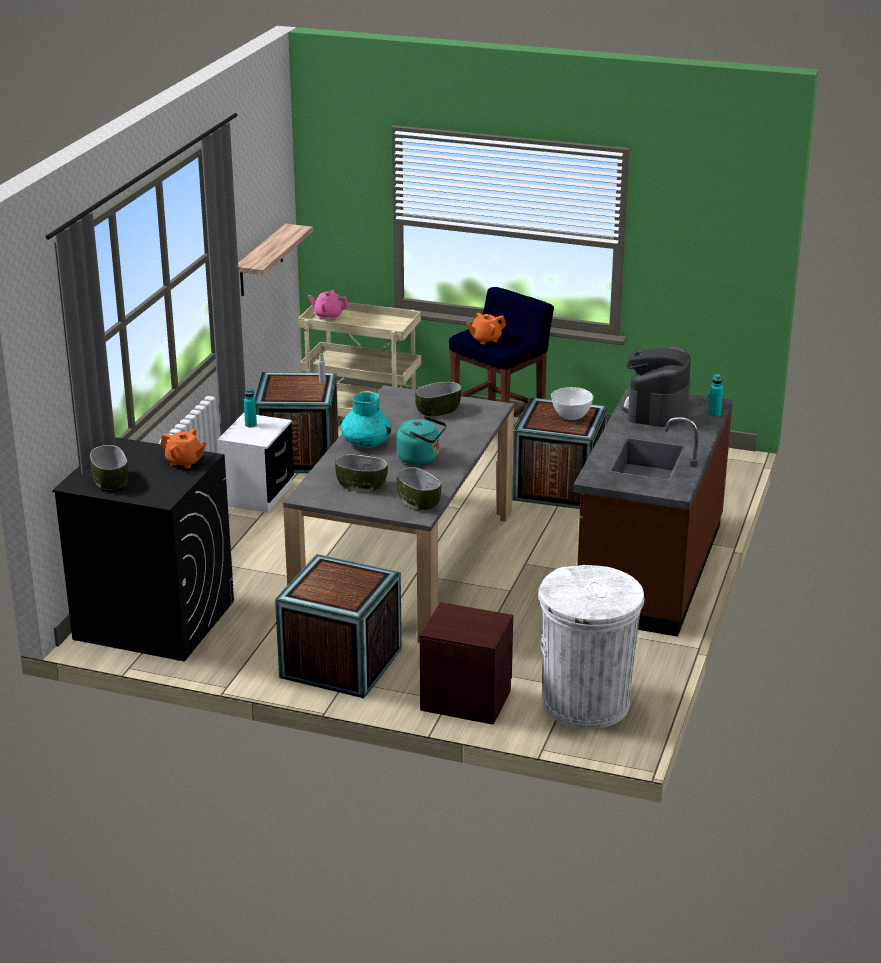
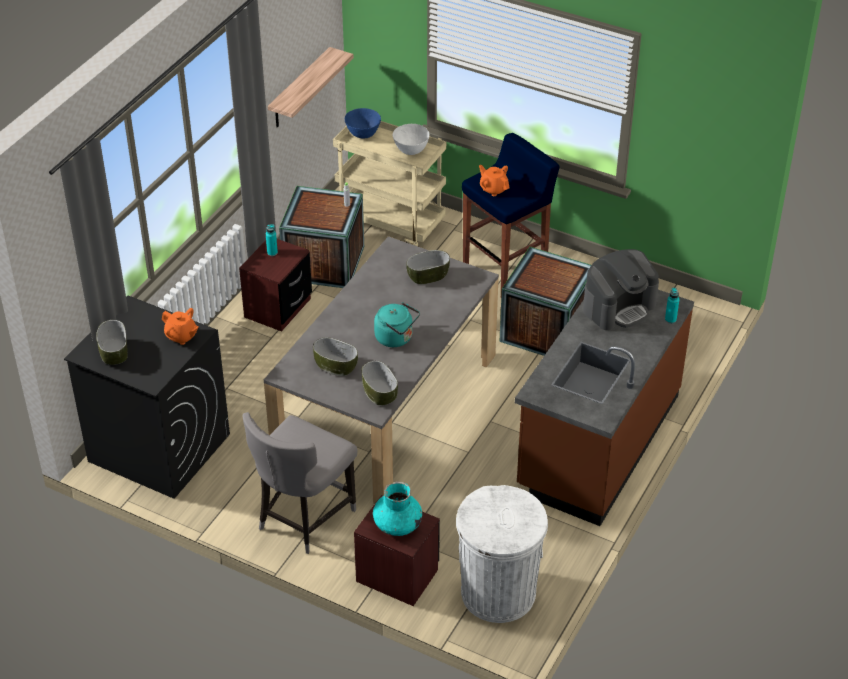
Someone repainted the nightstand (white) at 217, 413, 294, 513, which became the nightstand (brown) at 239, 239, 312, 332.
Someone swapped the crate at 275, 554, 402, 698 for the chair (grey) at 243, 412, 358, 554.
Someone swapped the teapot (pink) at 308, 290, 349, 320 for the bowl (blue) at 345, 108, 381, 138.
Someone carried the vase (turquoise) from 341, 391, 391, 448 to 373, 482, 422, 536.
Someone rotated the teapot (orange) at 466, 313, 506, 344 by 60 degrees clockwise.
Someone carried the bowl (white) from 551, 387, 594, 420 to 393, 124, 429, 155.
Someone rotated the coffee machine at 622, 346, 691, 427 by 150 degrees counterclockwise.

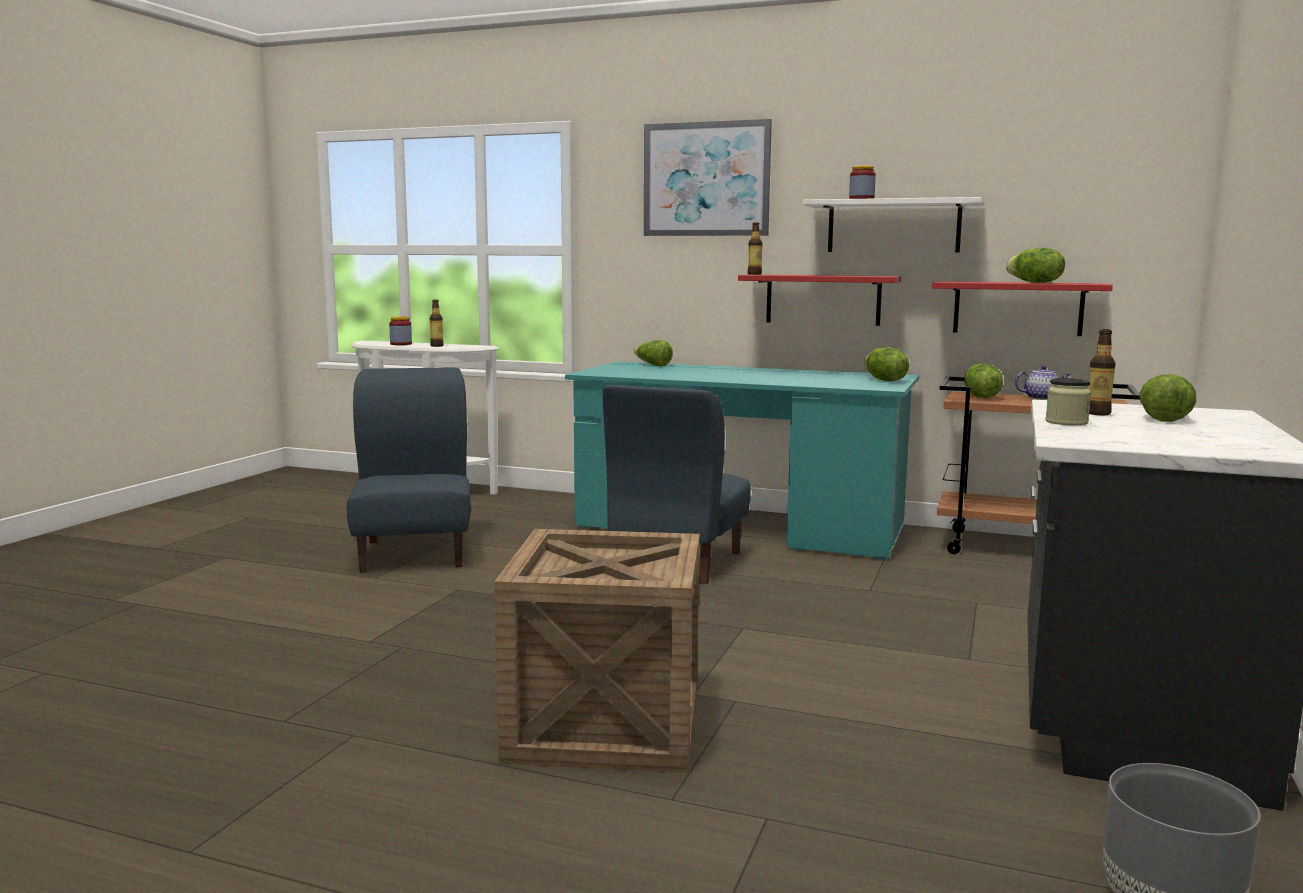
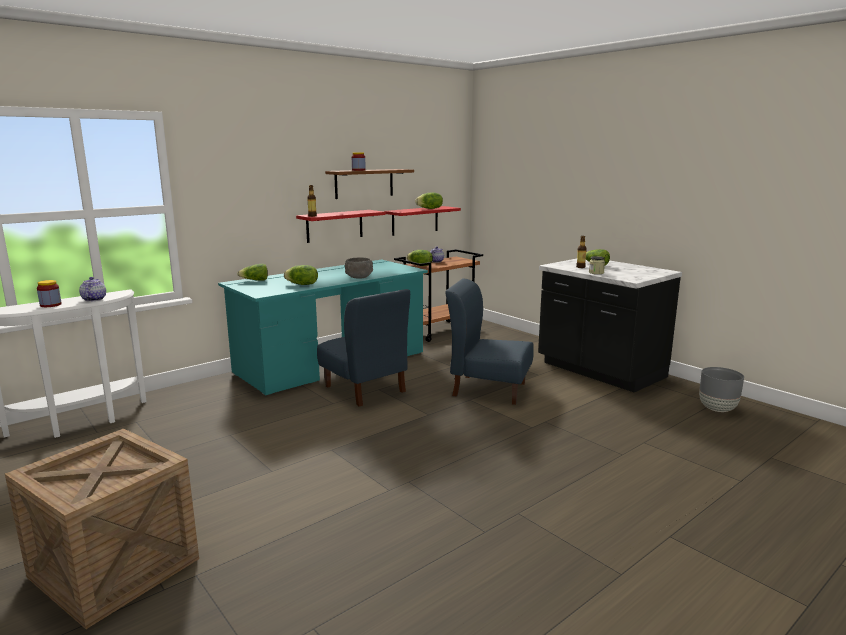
Someone carried the chair (blue) from 347, 367, 471, 573 to 445, 278, 533, 405.
Someone swapped the bottle at 430, 299, 444, 347 for the teapot at 79, 277, 106, 301.
Someone carried the crate from 494, 529, 700, 773 to 5, 428, 199, 629.
Someone took away the picture at 644, 119, 772, 236.
Someone repainted the shelf (white) at 803, 197, 983, 252, which became the shelf (brown) at 325, 169, 414, 199.
Someone carried the lettuce from 865, 347, 909, 381 to 284, 265, 318, 285.
Someone put down the bowl (grey) at 345, 257, 373, 279.

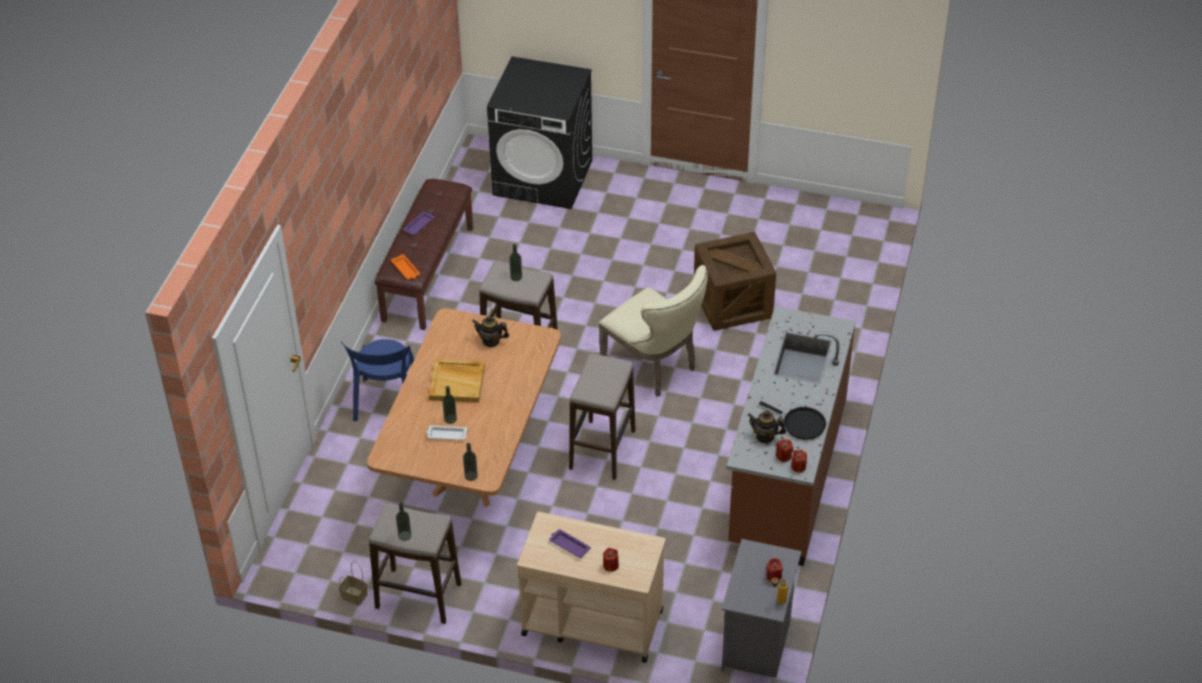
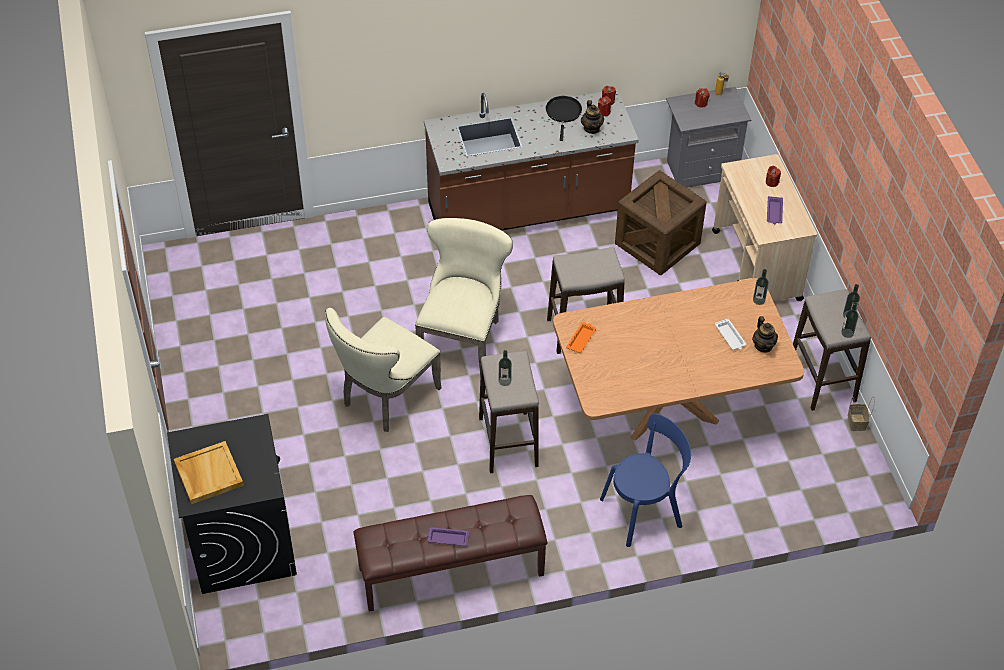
Someone carried the tray (orange) from 391, 254, 420, 280 to 566, 322, 596, 353.
Someone carried the tray (beige) from 429, 359, 485, 403 to 174, 441, 244, 504.
Someone carried the bottle from 442, 386, 457, 424 to 841, 302, 858, 338.
Someone carried the teapot from 472, 316, 509, 347 to 752, 316, 778, 353.
Someone carried the crate from 694, 232, 776, 331 to 615, 170, 707, 275.
Someone put down the chair (beige) at 325, 308, 442, 432.

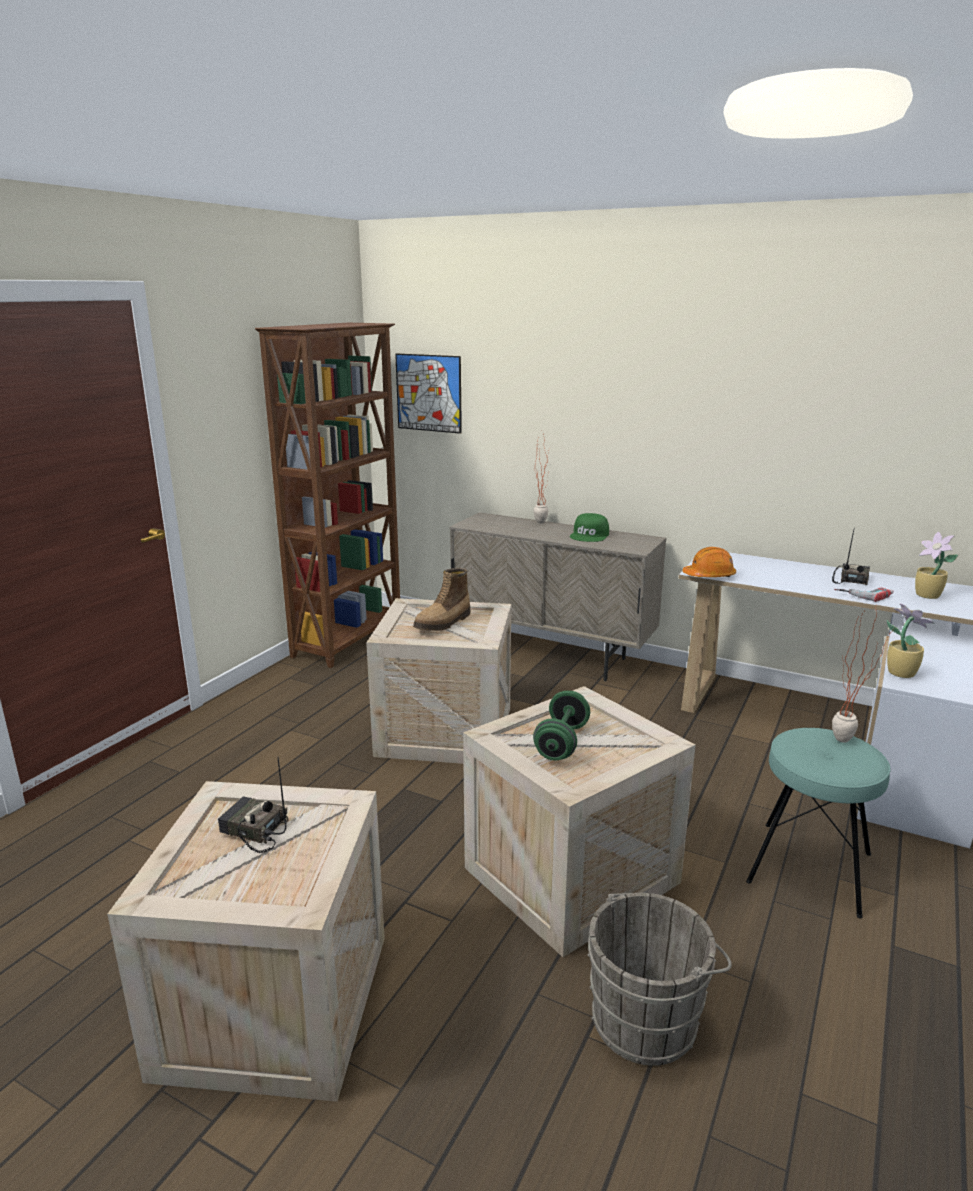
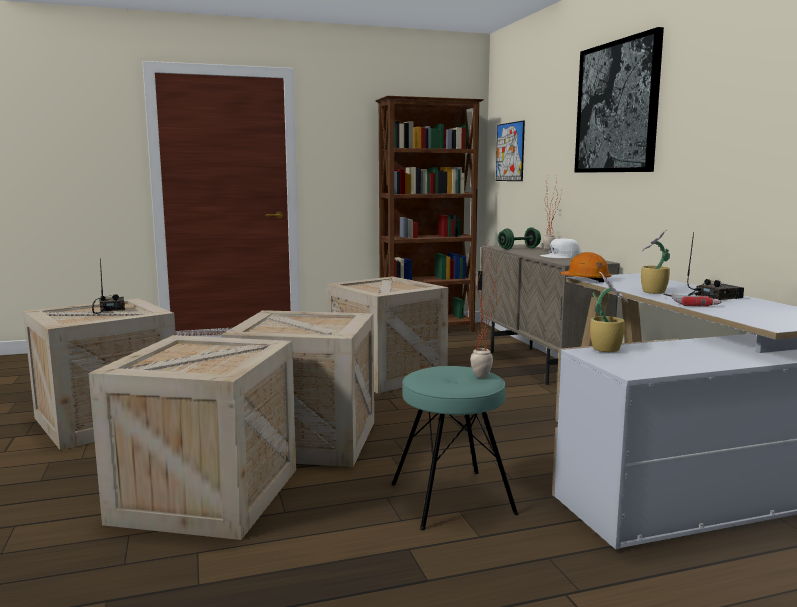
Someone took away the boot at 413, 568, 471, 631.
Someone carried the dumbbell (green) from 533, 691, 590, 760 to 498, 227, 541, 250.
Someone repainted the cap (green) at 570, 513, 609, 542, which became the cap (white) at 540, 238, 581, 259.
Someone swapped the bucket (grey) at 588, 893, 732, 1066 for the crate at 88, 335, 296, 540.
Someone carried the potted plant from 915, 532, 958, 599 to 641, 230, 670, 294.
Someone put up the picture at 574, 27, 664, 173.

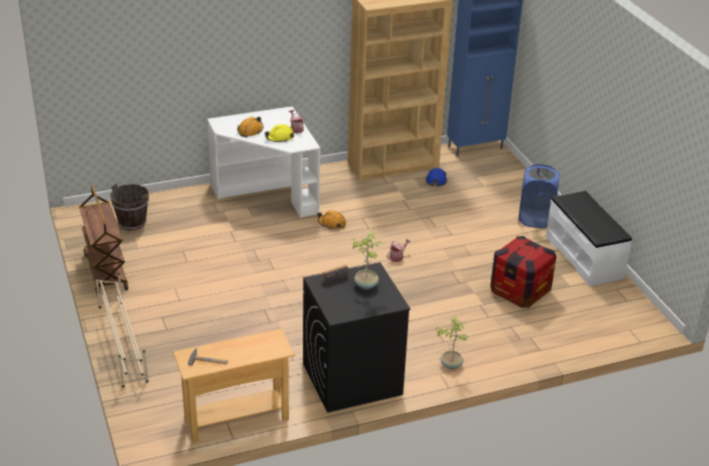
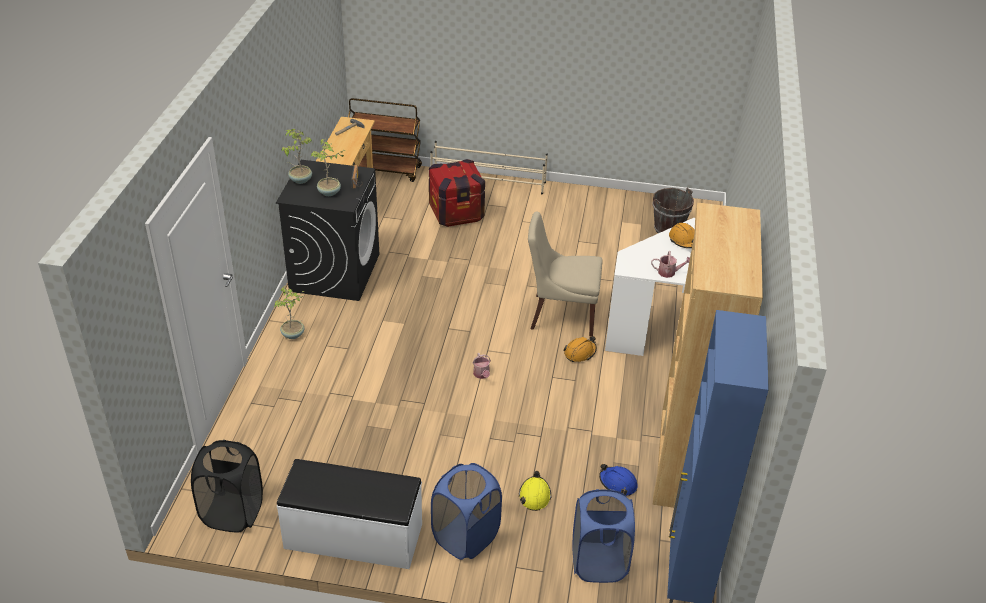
Someone carried the cart (brown) from 79, 185, 128, 294 to 348, 98, 422, 182.
Someone carried the hard hat (yellow) from 265, 124, 294, 142 to 519, 471, 551, 511.
Someone carried the crate from 490, 236, 556, 308 to 429, 159, 485, 227.
Someone put down the laundry basket (black) at 191, 440, 263, 533.
Someone put down the potted plant at 282, 129, 312, 184.
Someone put down the chair (beige) at 528, 212, 603, 337.
Someone put down the laundry basket (blue) at 572, 489, 635, 583.

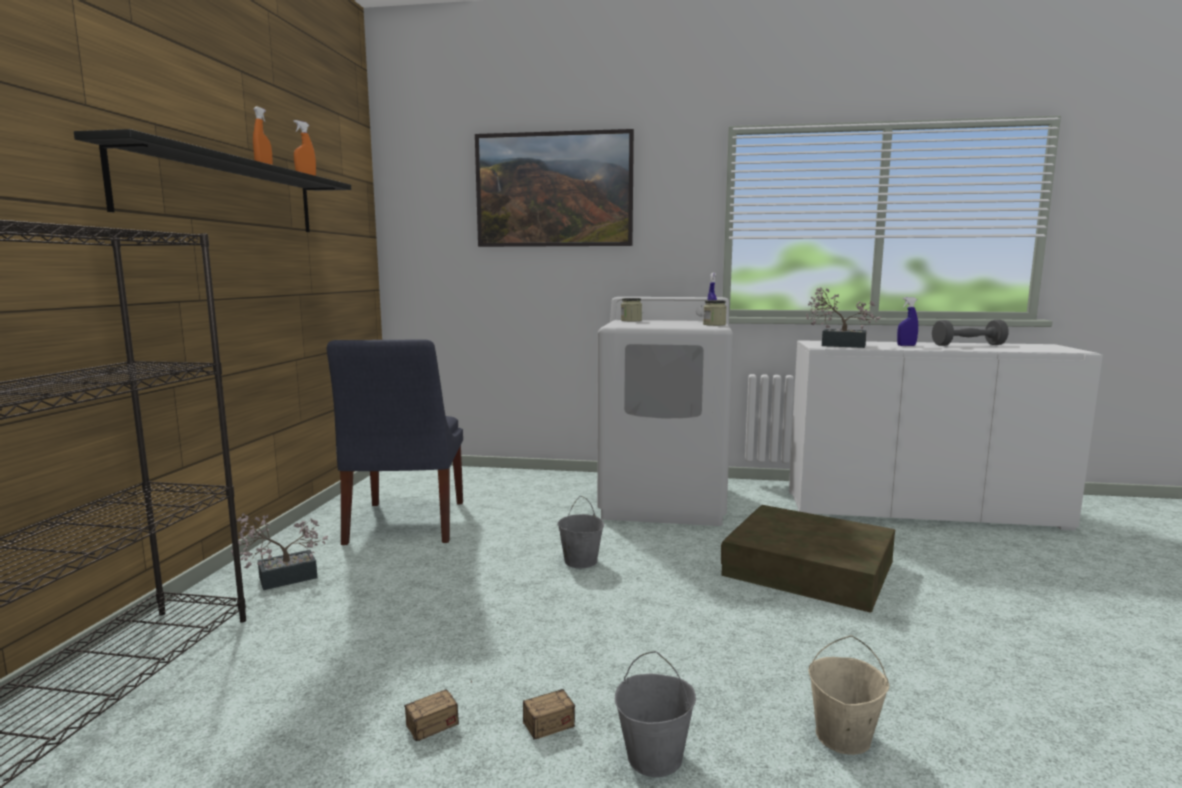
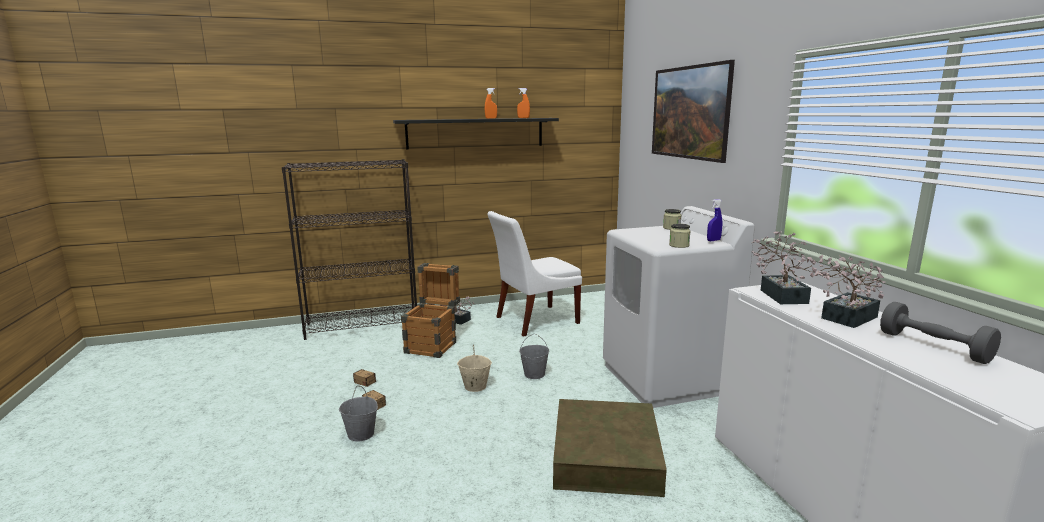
Someone repainted the chair (blue) at 326, 339, 463, 545, which became the chair (white) at 487, 211, 582, 337.
Someone carried the bucket (beige) from 808, 636, 889, 755 to 457, 348, 492, 392.
Someone swapped the spray bottle (blue) at 897, 297, 918, 346 for the potted plant at 814, 255, 886, 328.
Someone put down the crate at 401, 263, 460, 358.

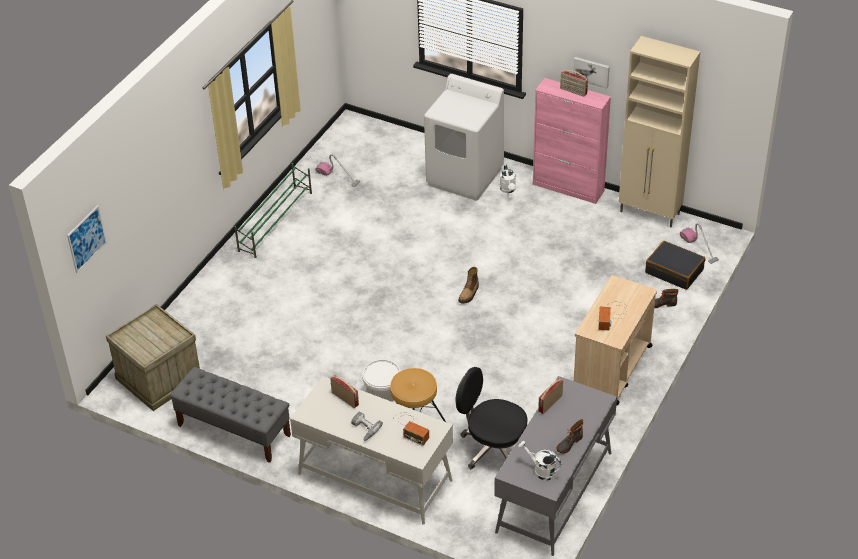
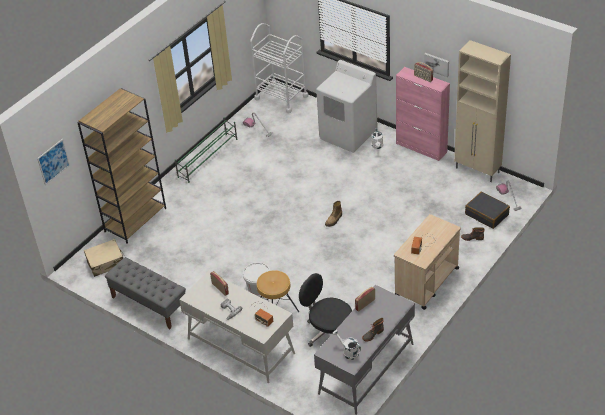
Someone swapped the crate at 106, 304, 200, 411 for the suitcase (beige) at 84, 239, 124, 277.
Someone put down the bookcase (brown) at 77, 88, 166, 244.
Someone put down the cart (white) at 250, 23, 308, 113.

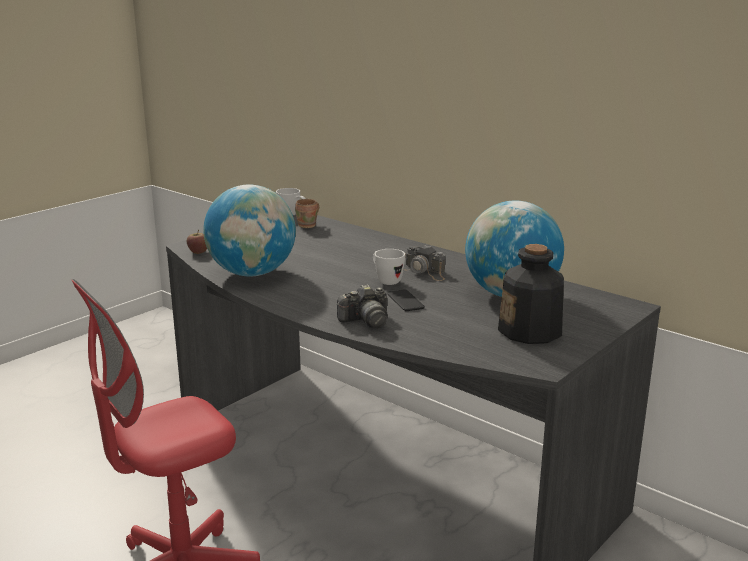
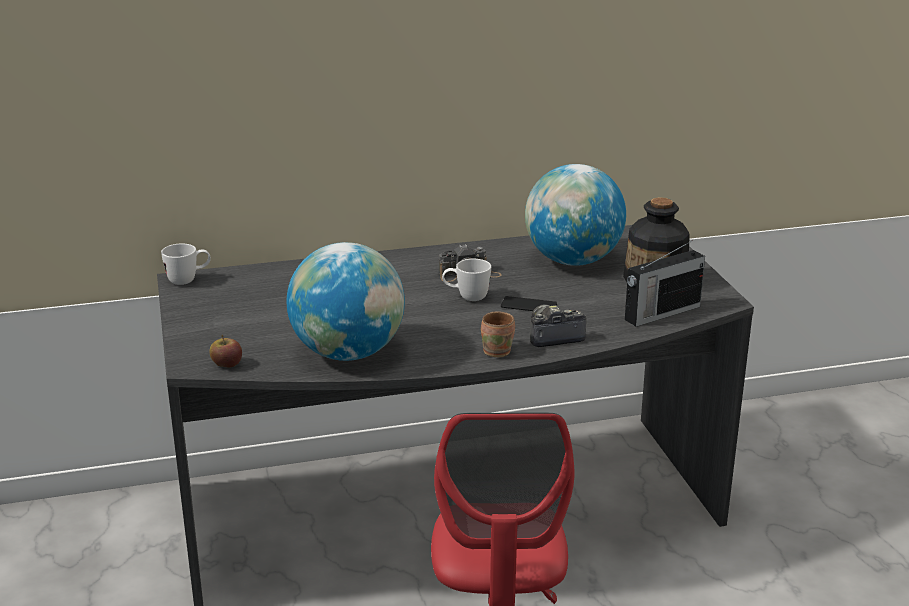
Someone carried the mug (brown) from 295, 199, 319, 228 to 481, 311, 515, 357.
Someone rotated the photo camera at 337, 284, 388, 329 by 120 degrees counterclockwise.
Someone put down the radio at 625, 240, 705, 327.

